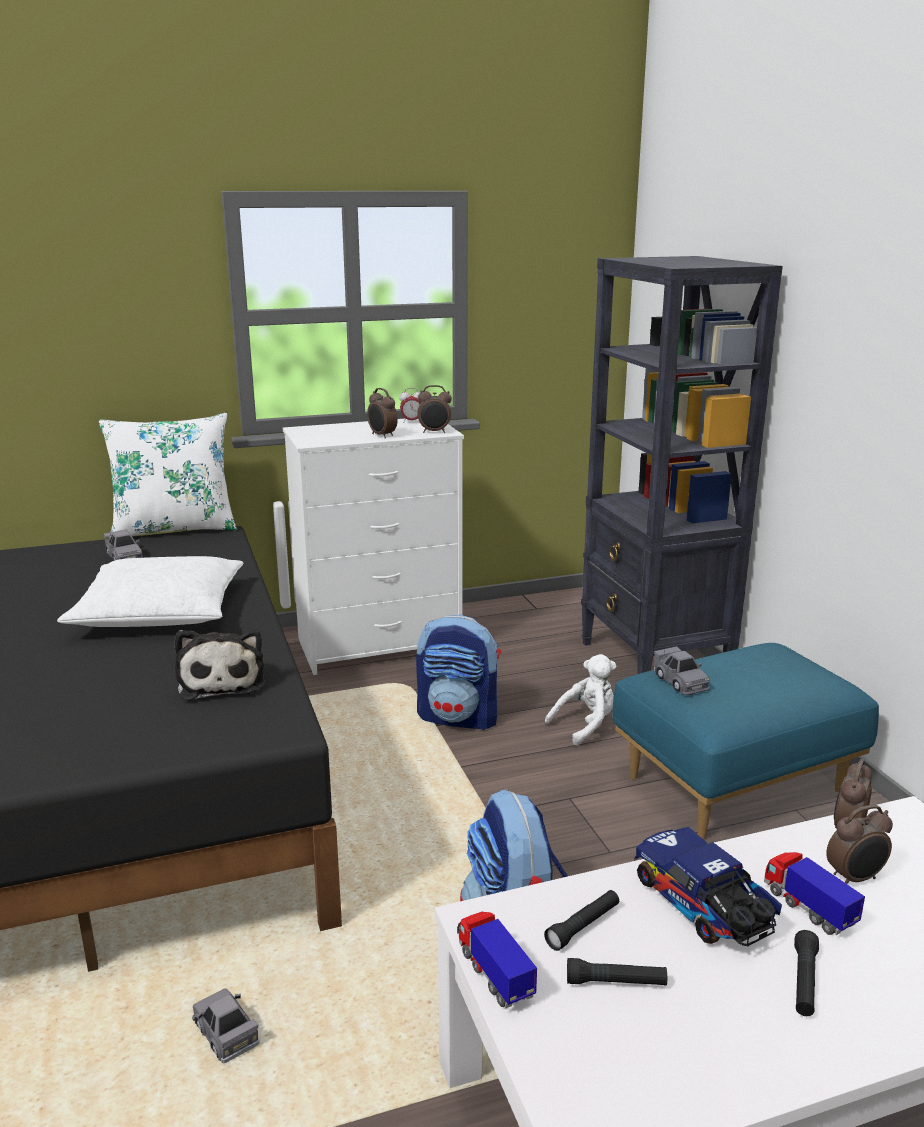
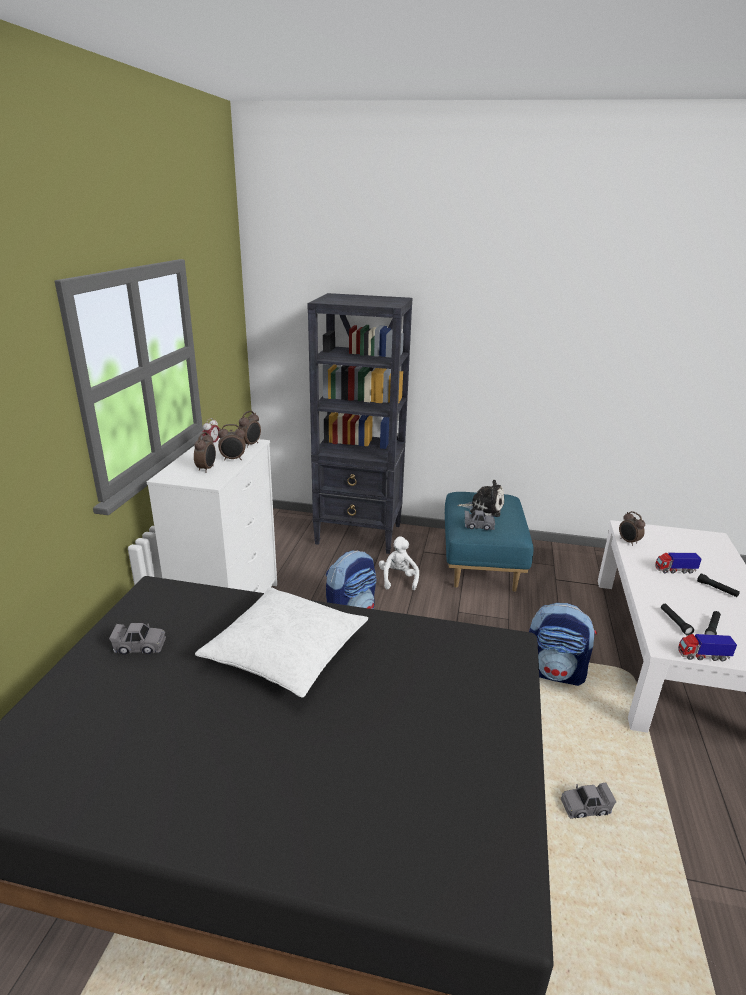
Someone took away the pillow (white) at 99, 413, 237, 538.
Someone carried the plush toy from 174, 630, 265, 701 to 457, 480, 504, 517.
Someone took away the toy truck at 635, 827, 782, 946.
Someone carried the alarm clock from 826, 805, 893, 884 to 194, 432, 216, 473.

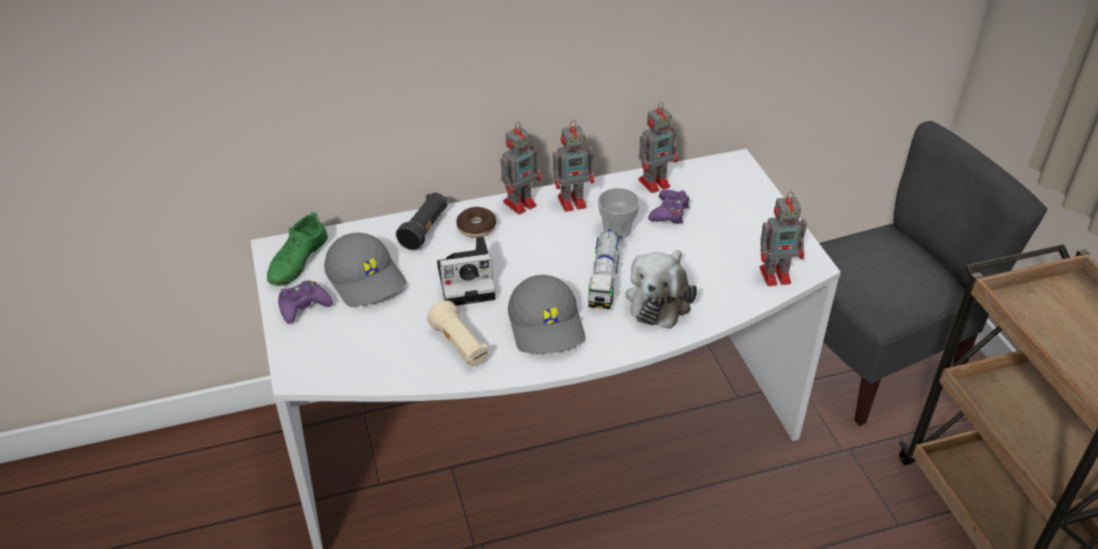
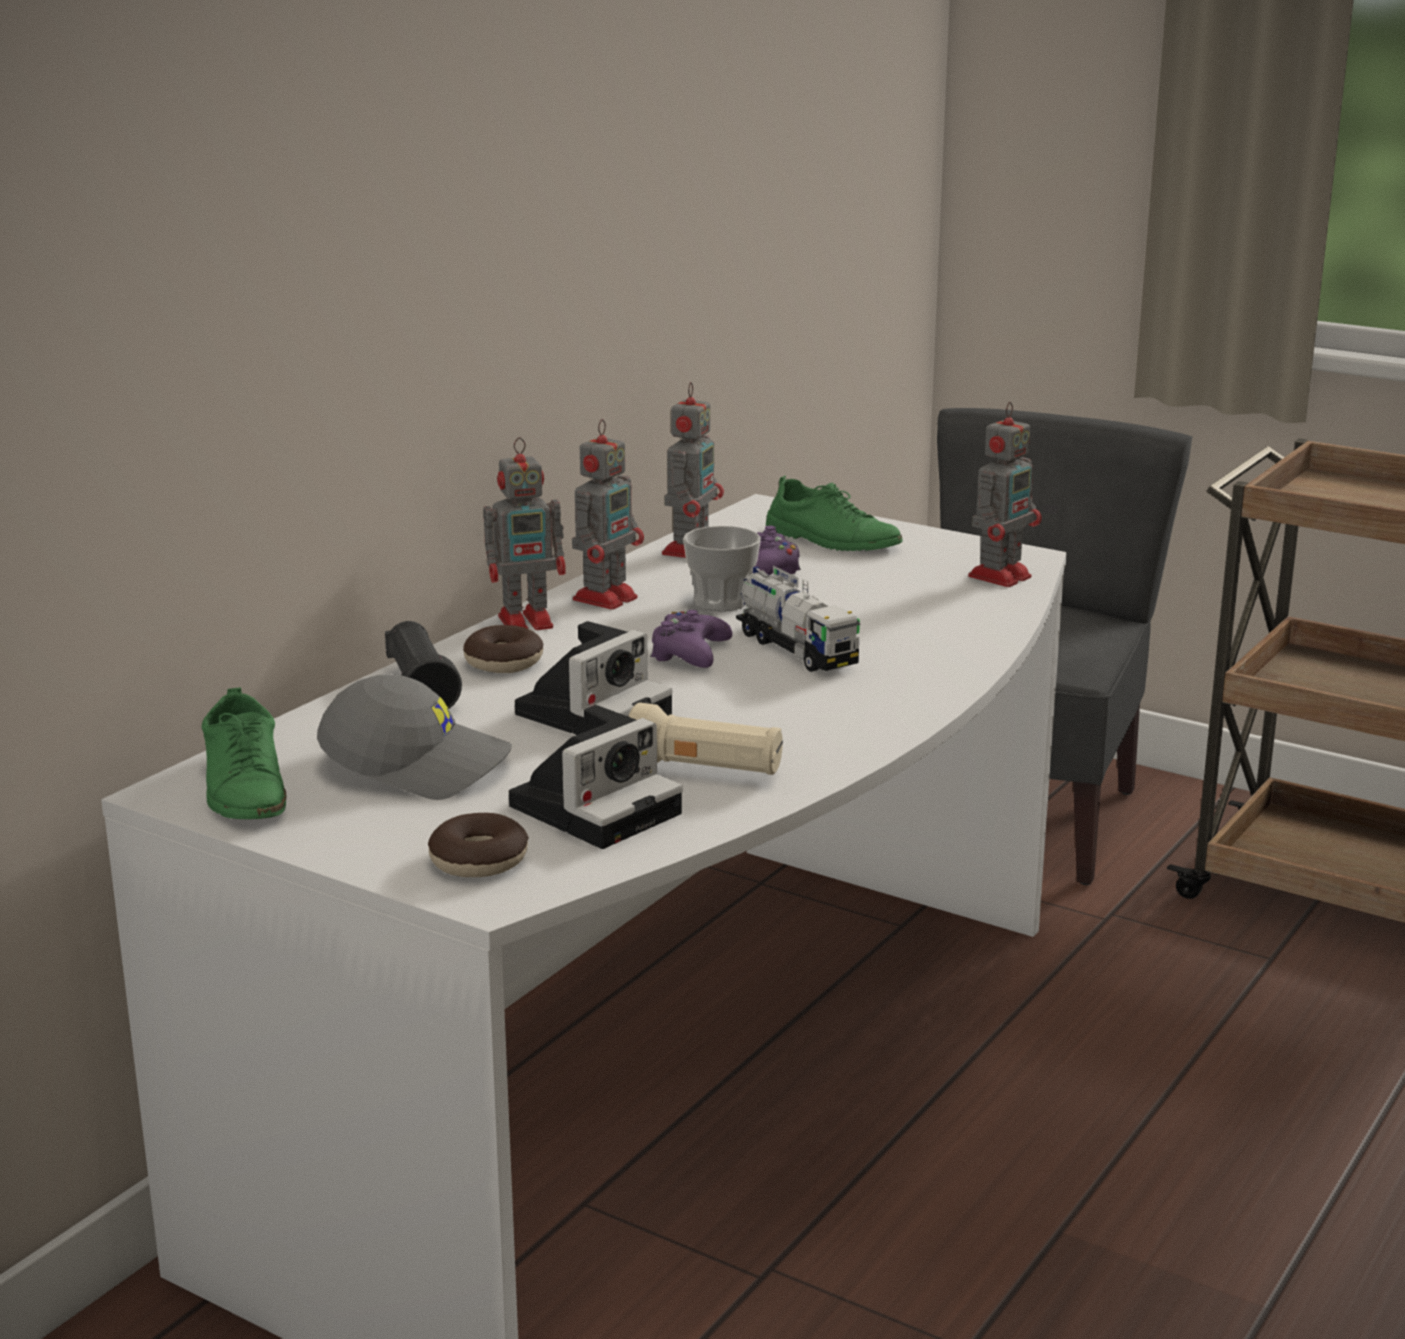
Someone carried the game controller (purple) from 278, 280, 333, 324 to 650, 610, 732, 668.
Someone rotated the toy robot at 500, 122, 542, 215 by 60 degrees clockwise.
Someone took away the cap (grey) at 508, 275, 585, 353.
Someone took away the plush toy at 625, 250, 697, 329.
Someone put down the donut at 428, 813, 529, 877.
Someone put down the photo camera at 509, 705, 682, 849.
Someone put down the shoe (green) at 766, 475, 902, 551.

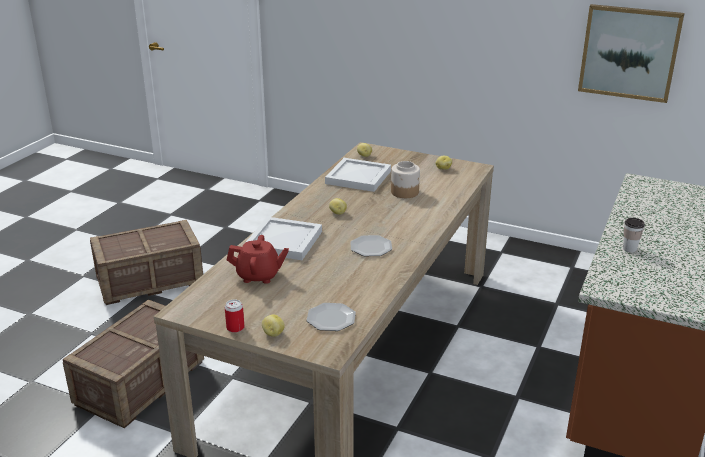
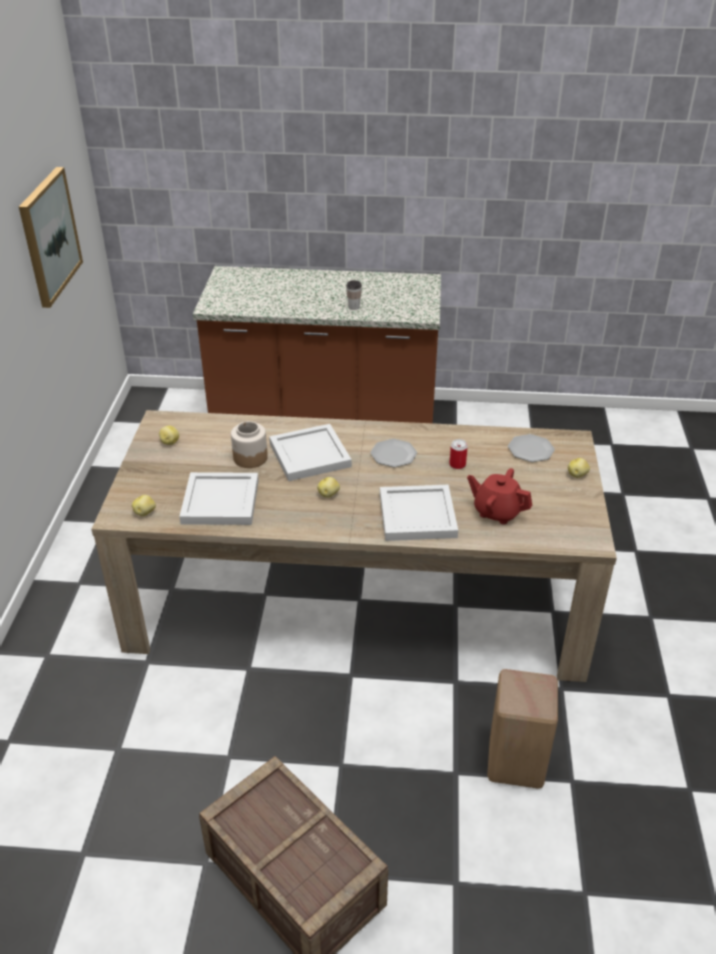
Someone swapped the crate at 63, 300, 204, 428 for the stool (beige) at 487, 669, 558, 789.
Someone carried the can from 225, 299, 244, 333 to 449, 439, 468, 469.
Someone rotated the teapot (red) at 227, 235, 289, 284 by 45 degrees counterclockwise.
Someone put down the tray (white) at 269, 424, 352, 481.

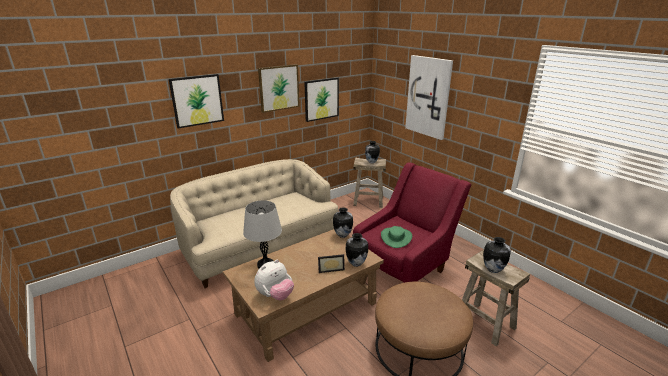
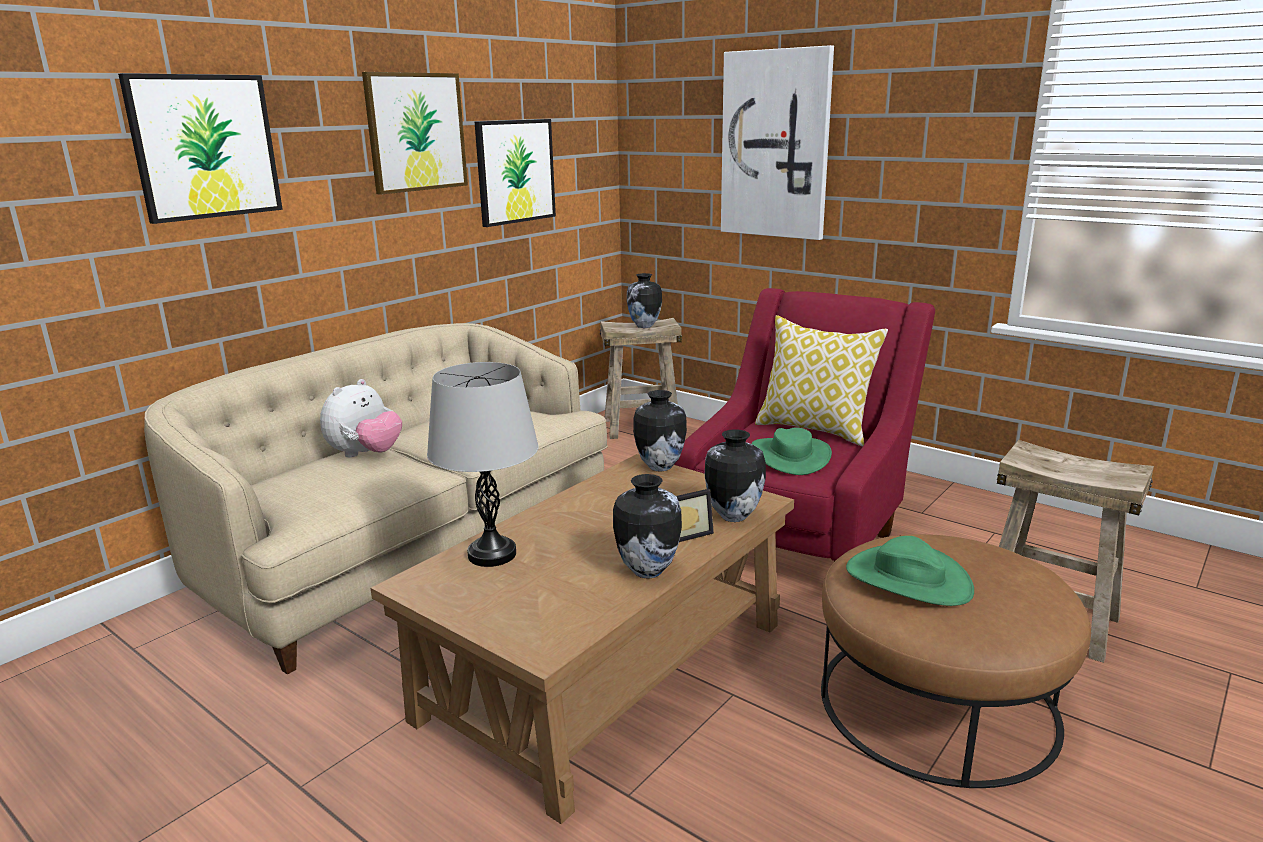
Someone carried the plush toy from 254, 260, 294, 300 to 320, 379, 402, 457.
Someone carried the vase from 483, 237, 511, 273 to 613, 474, 682, 578.
Someone put down the pillow at 755, 315, 888, 446.
Someone put down the hat (green) at 846, 536, 974, 606.

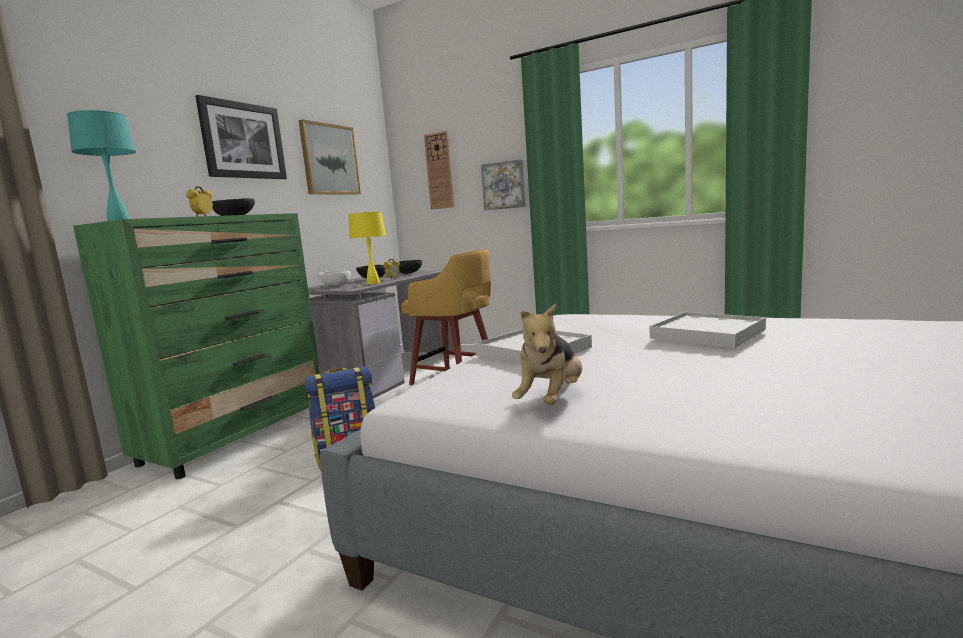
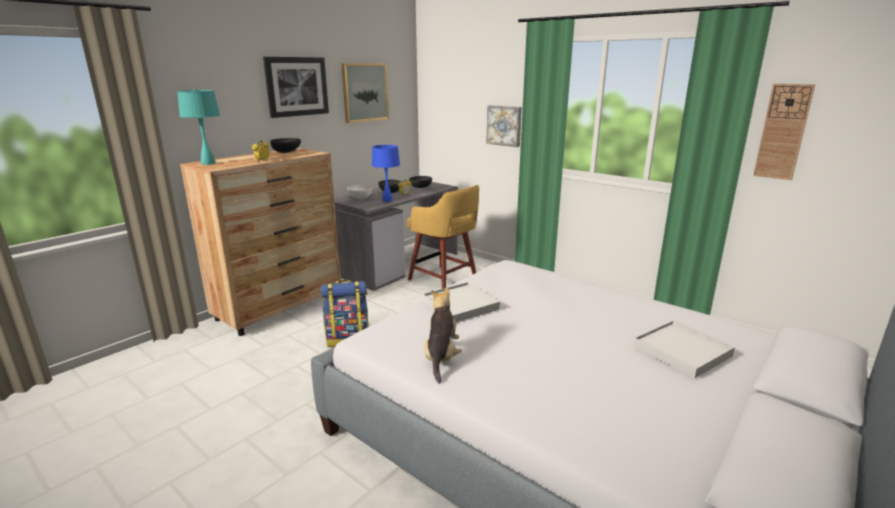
Someone repainted the dresser (green) at 73, 213, 320, 479, which became the dresser (brown) at 180, 148, 341, 336.
Someone repainted the table lamp (yellow) at 348, 211, 386, 284, which became the table lamp (blue) at 372, 145, 400, 202.
Someone carried the wall clock from 424, 131, 454, 209 to 753, 84, 815, 180.
Someone rotated the plush toy at 512, 303, 582, 405 by 150 degrees clockwise.
Someone carried the tray (white) from 649, 312, 766, 348 to 633, 321, 735, 378.

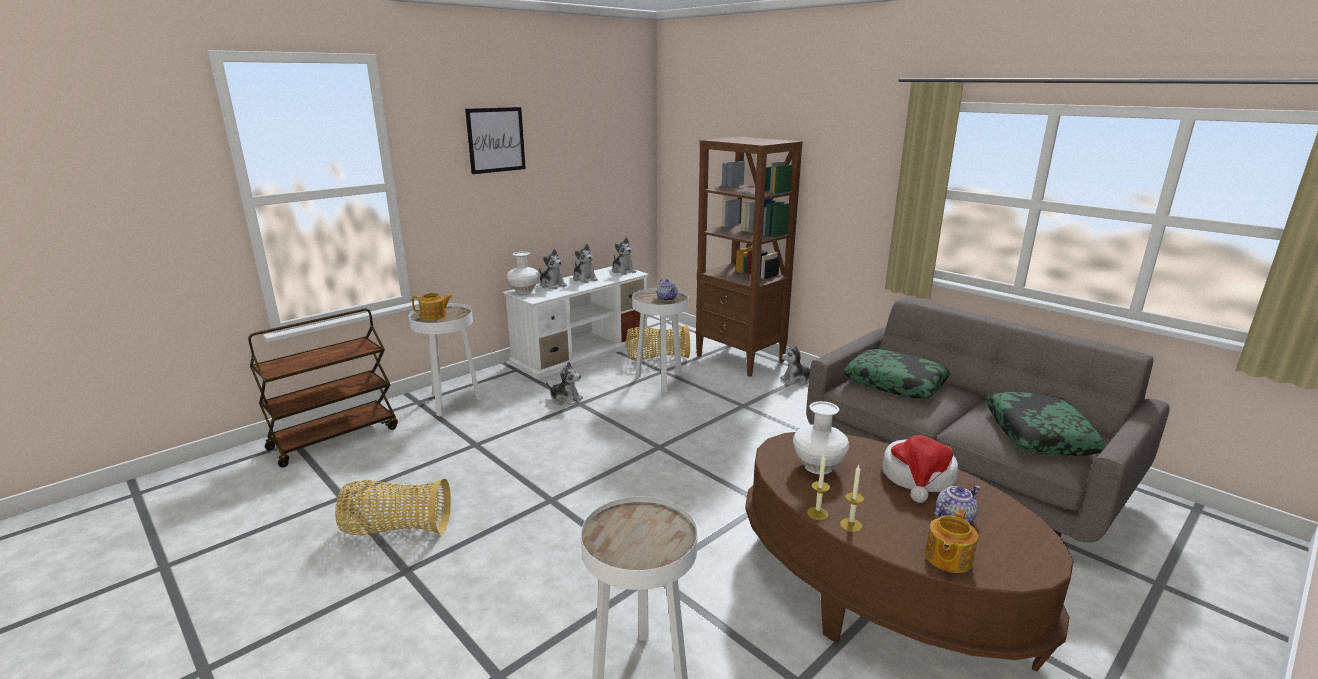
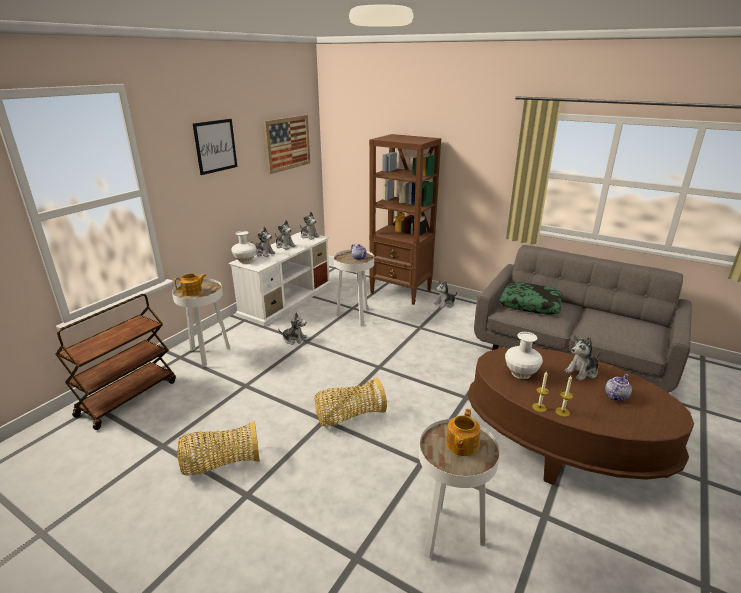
Someone carried the basket from 626, 325, 690, 360 to 315, 377, 387, 426.
Someone swapped the hat at 882, 435, 958, 503 for the plush toy at 564, 335, 600, 381.
Someone carried the teapot from 925, 509, 978, 573 to 446, 409, 480, 456.
Someone took away the pillow at 986, 392, 1106, 456.
Someone put up the picture at 264, 115, 310, 174.

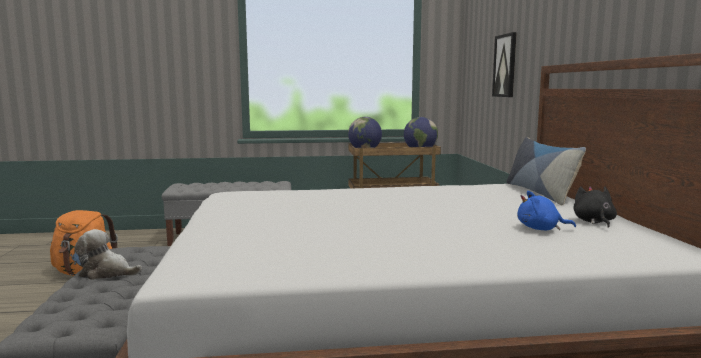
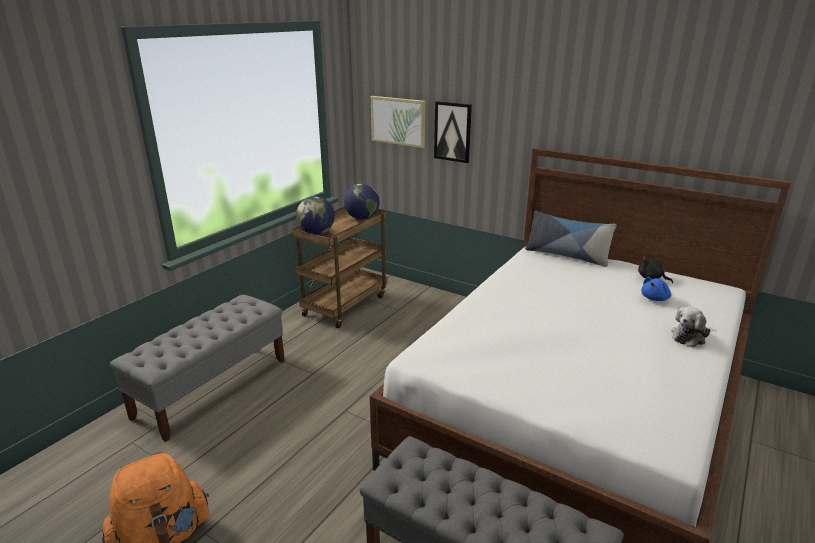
Someone carried the plush toy from 75, 229, 142, 280 to 671, 307, 710, 348.
Someone put up the picture at 371, 96, 425, 148.

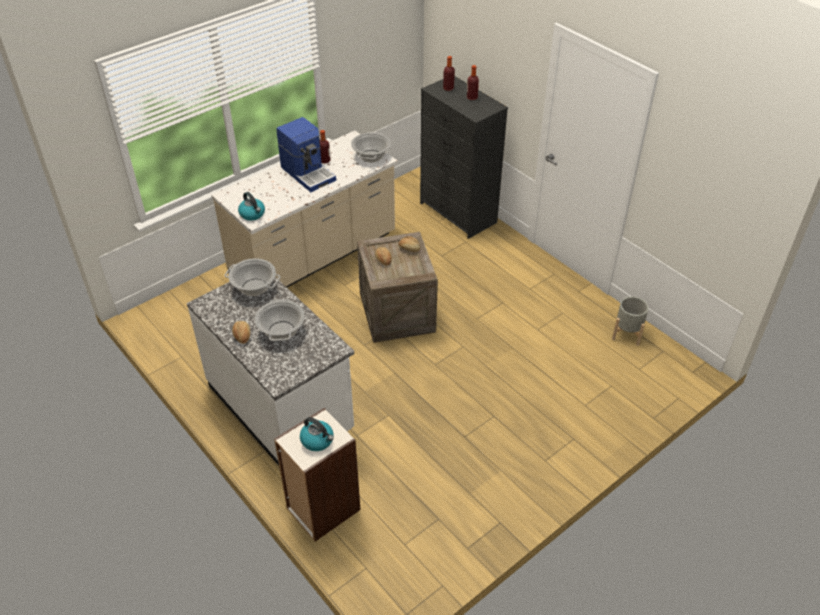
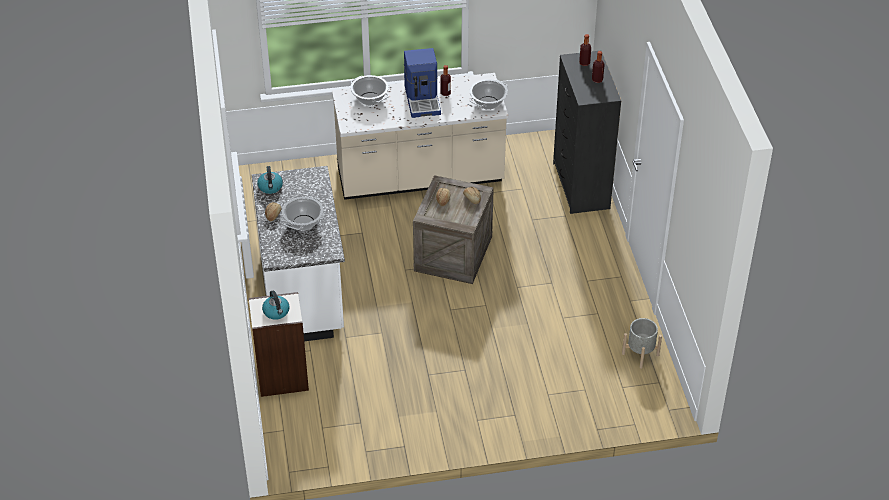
Someone carried the cooking pot from 225, 258, 280, 296 to 350, 75, 389, 105.
Someone carried the kettle from 238, 192, 265, 221 to 257, 166, 283, 194.

